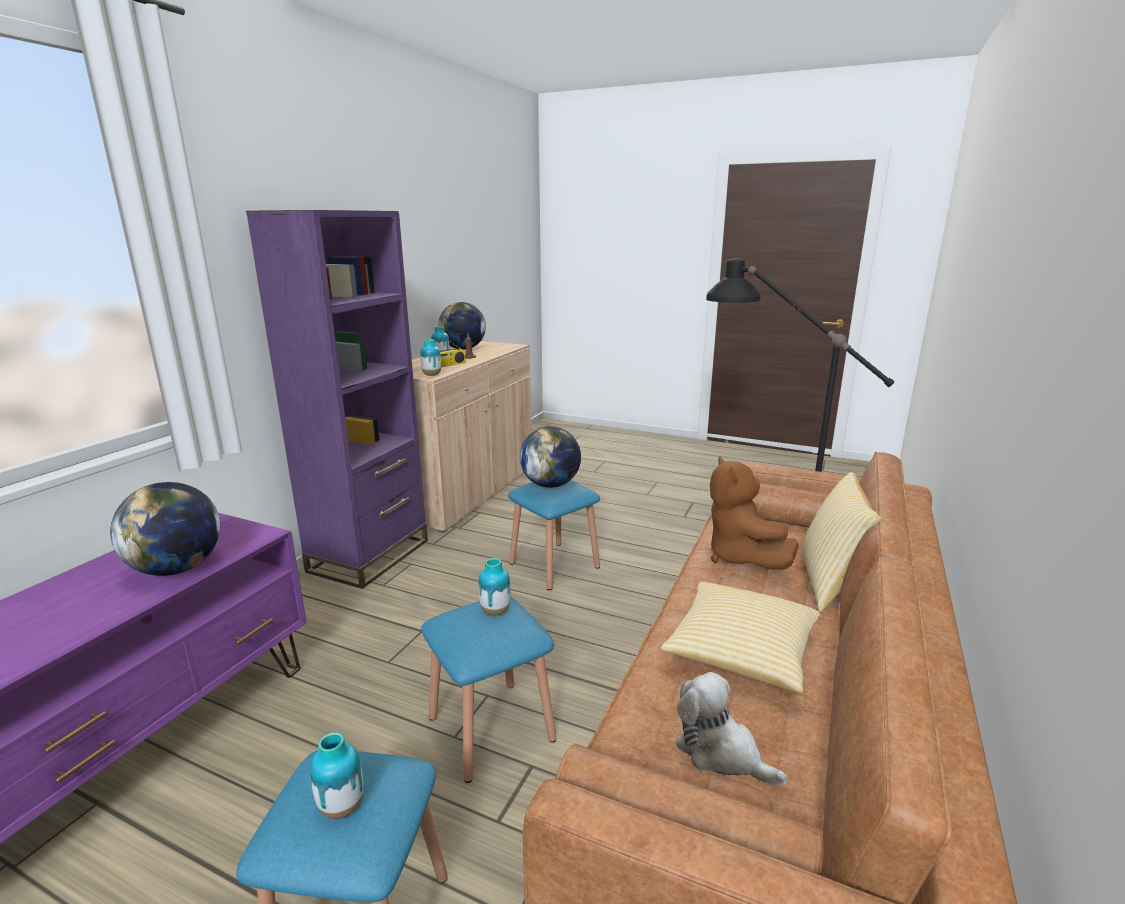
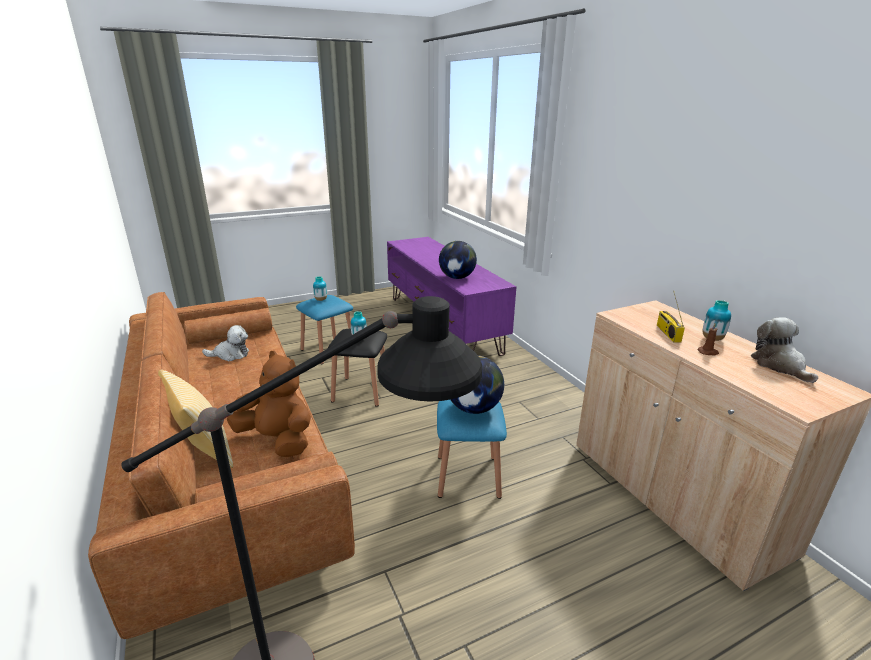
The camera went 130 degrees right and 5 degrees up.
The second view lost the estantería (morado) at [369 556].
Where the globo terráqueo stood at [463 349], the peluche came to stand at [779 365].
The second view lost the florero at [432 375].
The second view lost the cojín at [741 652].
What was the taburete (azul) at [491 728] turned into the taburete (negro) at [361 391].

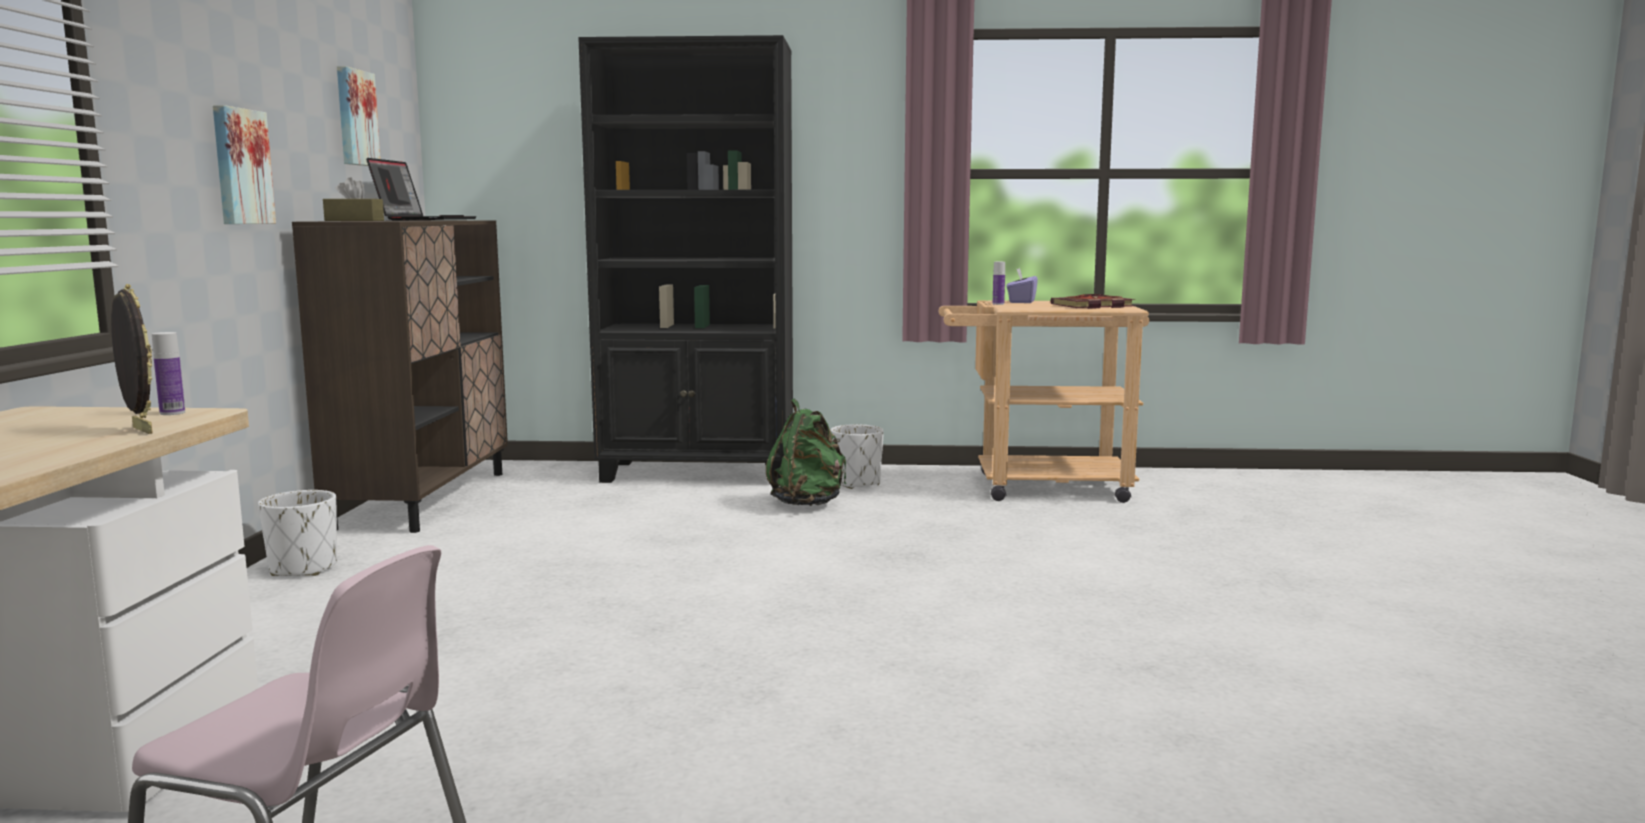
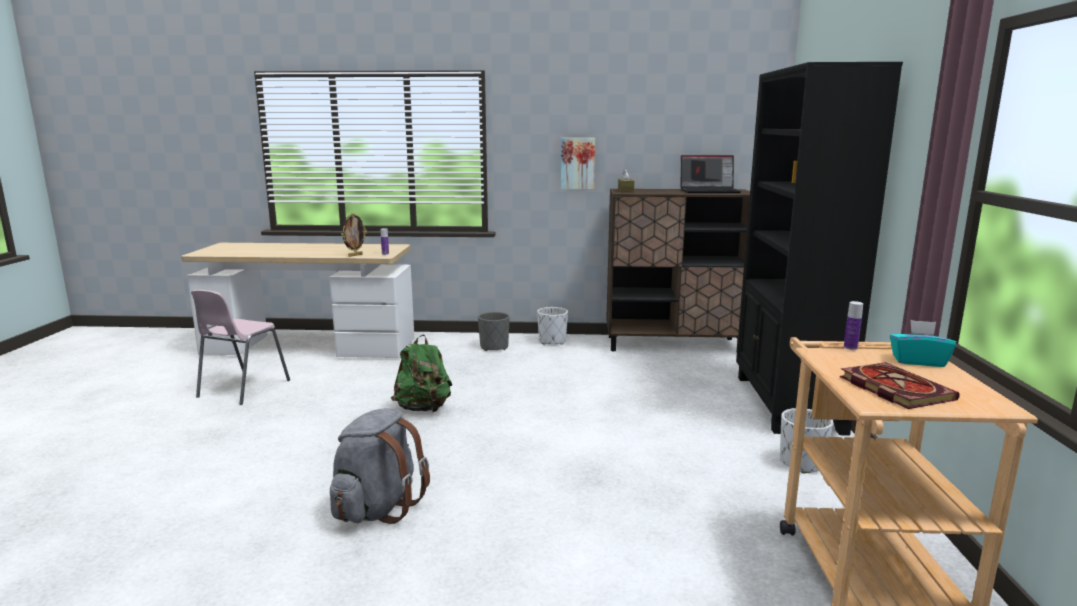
The camera went 90 degrees right and 5 degrees up.
The second view lost the cuadro at [355 118].
What was the caja de pañuelos (morado) at [1021 302] turned into the caja de pañuelos (turquesa) at [918 361].
The mochila (verde) ended up elsewhere, having gone from [808 504] to [423 409].
The second view gained the maceta (gris) at [494 347].
The second view gained the mochila (gris) at [378 508].

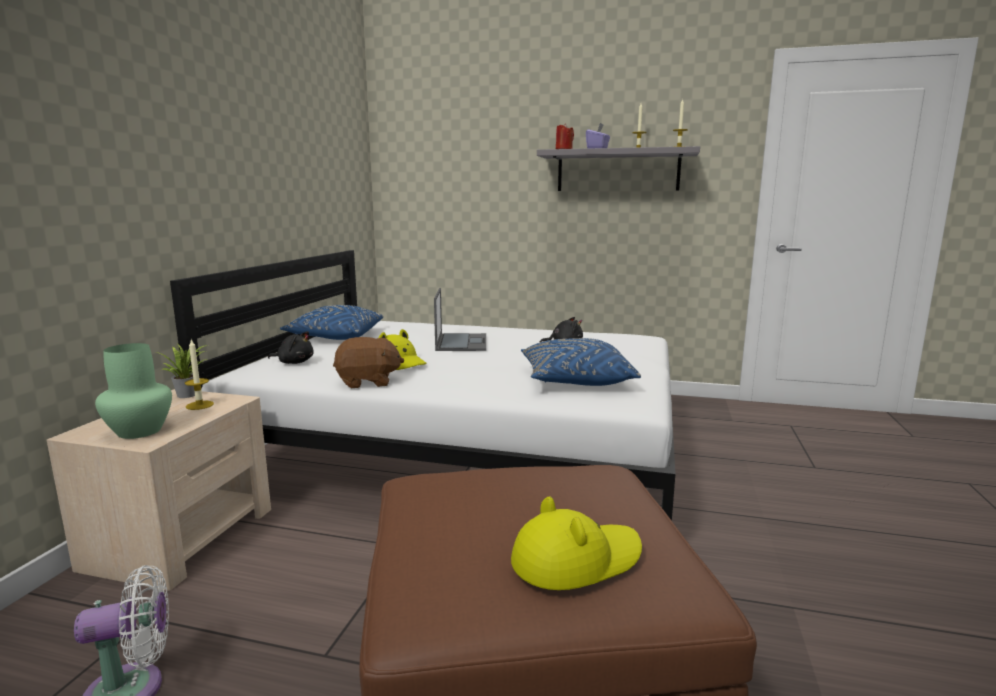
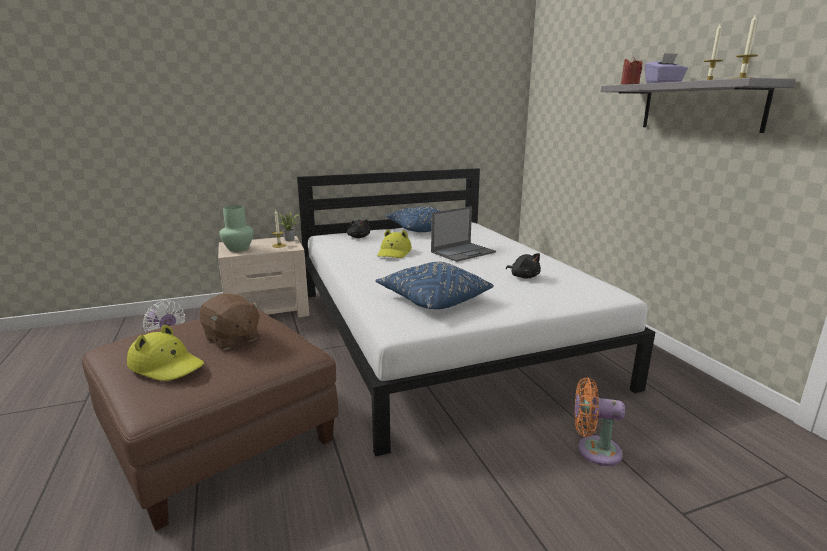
The camera went 55 degrees right and 5 degrees up.
The peluche (marrón) ended up elsewhere, having gone from [368 382] to [231 339].
The second view gained the ventilador (naranja) at [594 450].

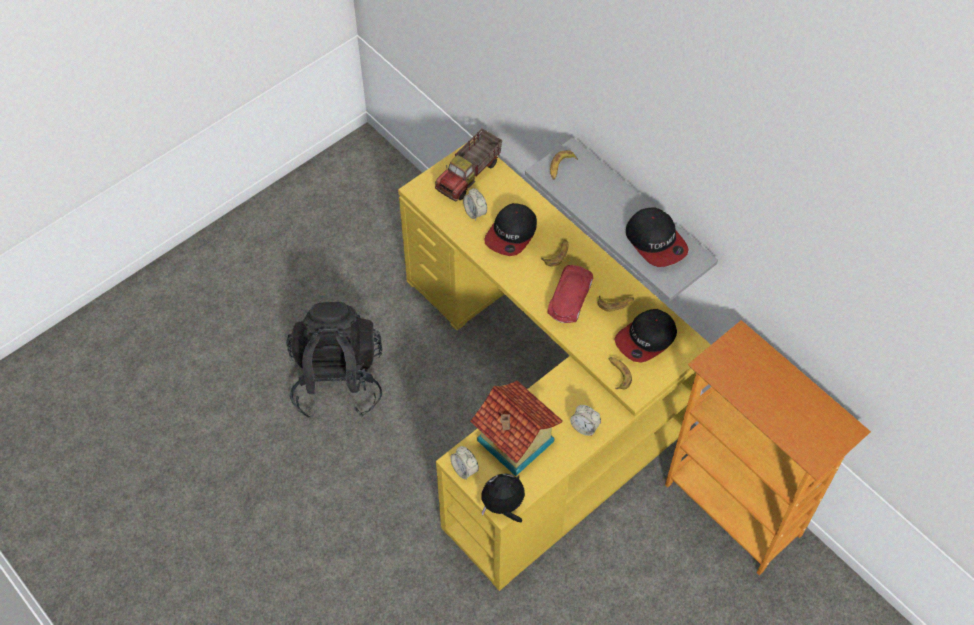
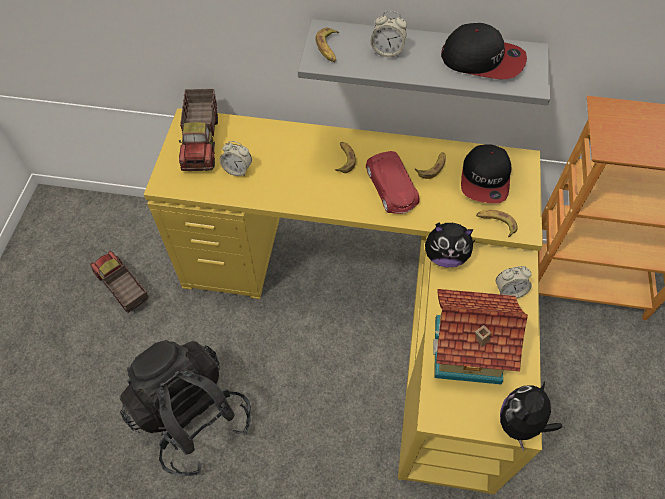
The camera went 40 degrees left and 0 degrees up.
The second view lost the gorra at [511 234].
The despertador ended up elsewhere, having gone from [464 469] to [387 51].
The second view gained the peluche at [445 256].
The second view gained the camión de juguete at [122 288].

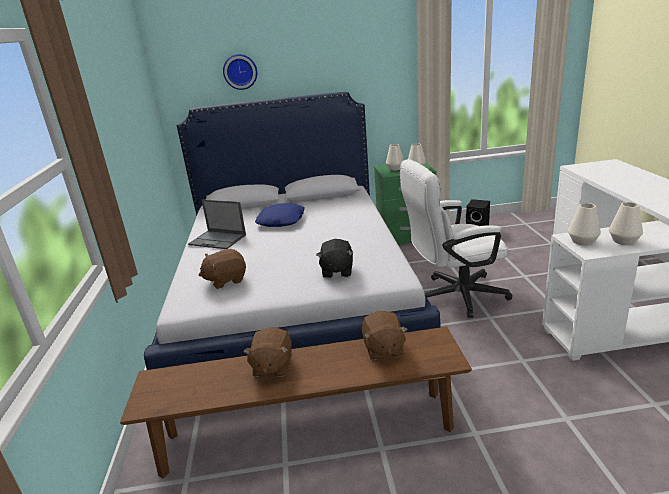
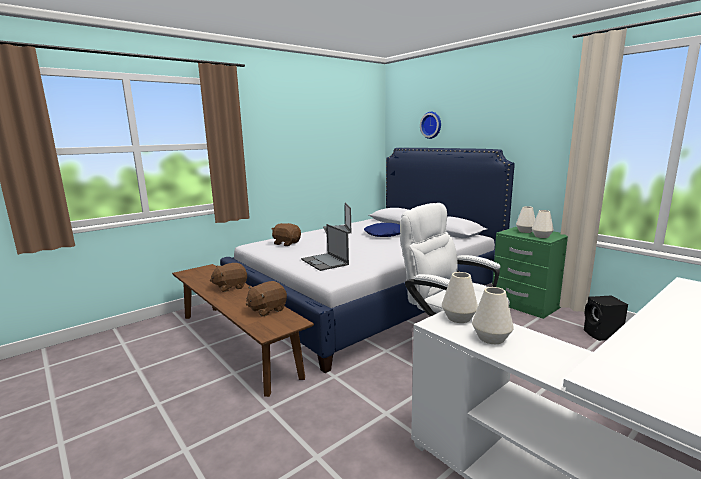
The camera went 55 degrees right and 10 degrees down.
Where the peluche (negro) stood at [337 271], the portátil came to stand at [325 262].

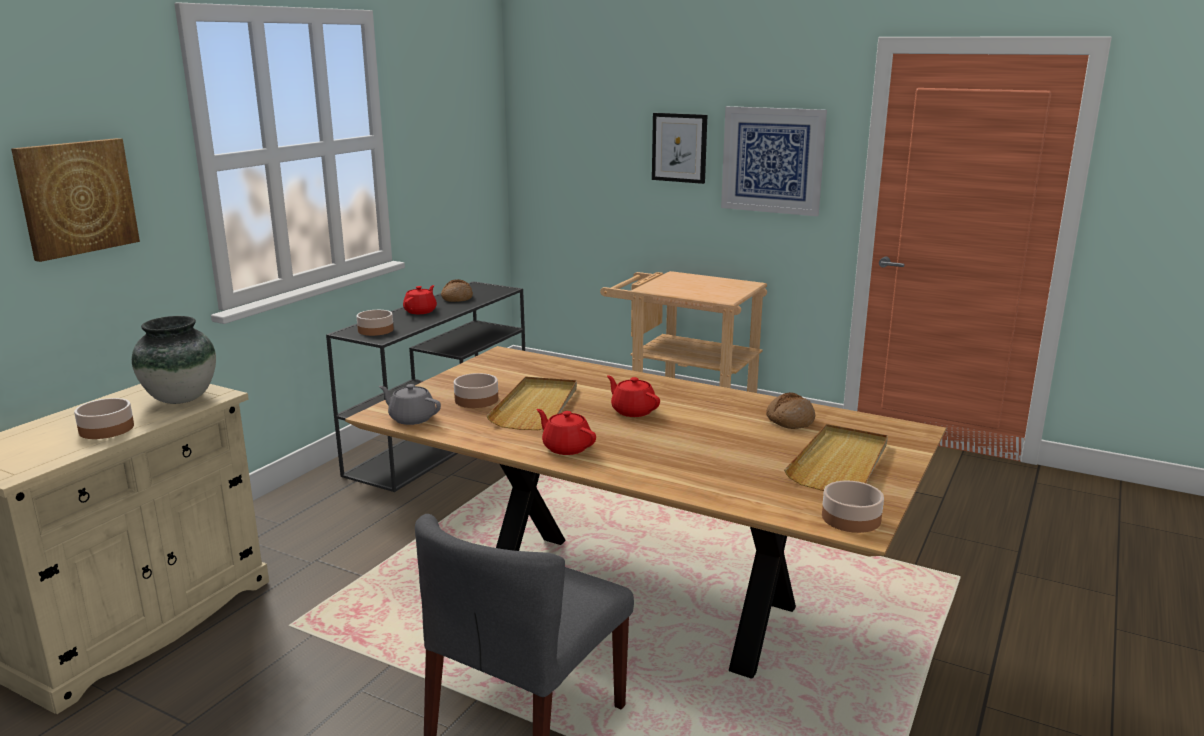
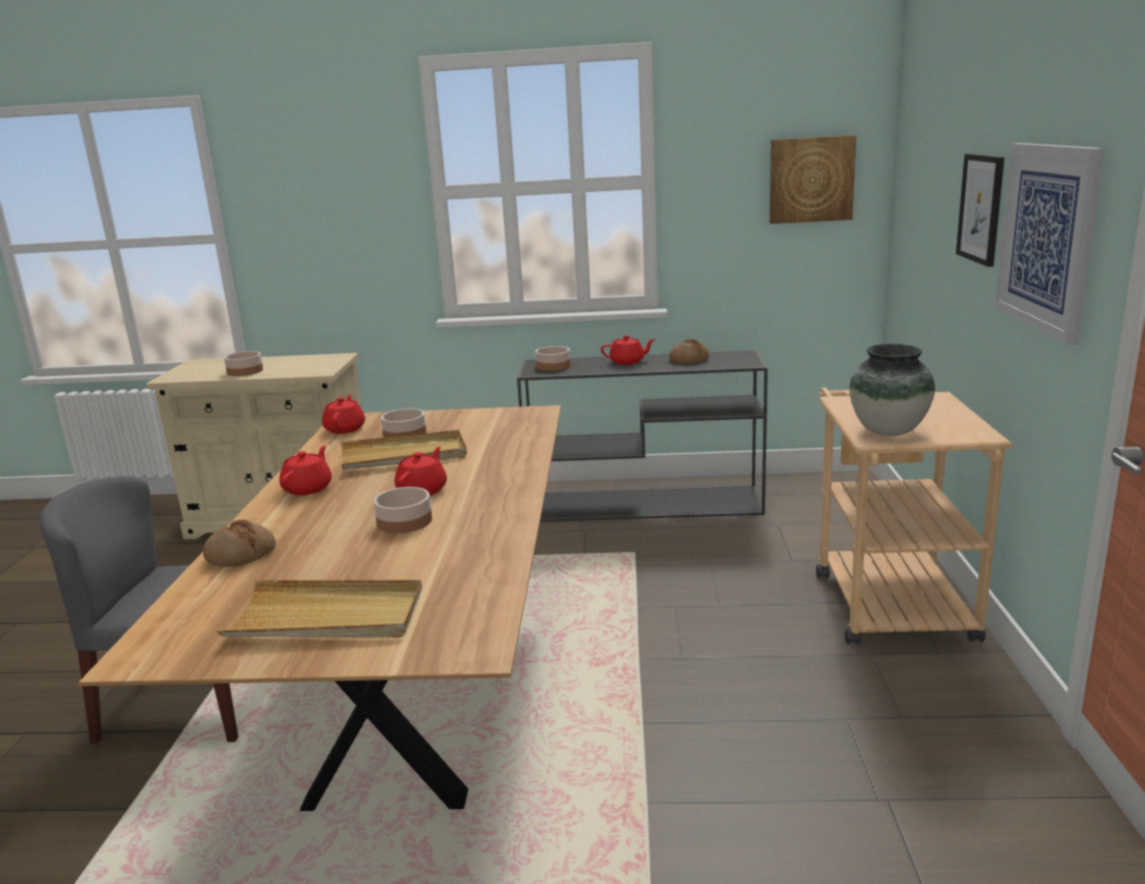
The camera went 65 degrees right and 0 degrees up.
The cuadro ended up elsewhere, having gone from [76 197] to [811 179].
The florero ended up elsewhere, having gone from [181 399] to [888 431].
What was the tetera (gris) at [411 418] turned into the tetera (rojo) at [345 429].
The pan ended up elsewhere, having gone from [789 420] to [241 555].
The cuenco ended up elsewhere, having gone from [851 518] to [405 521].

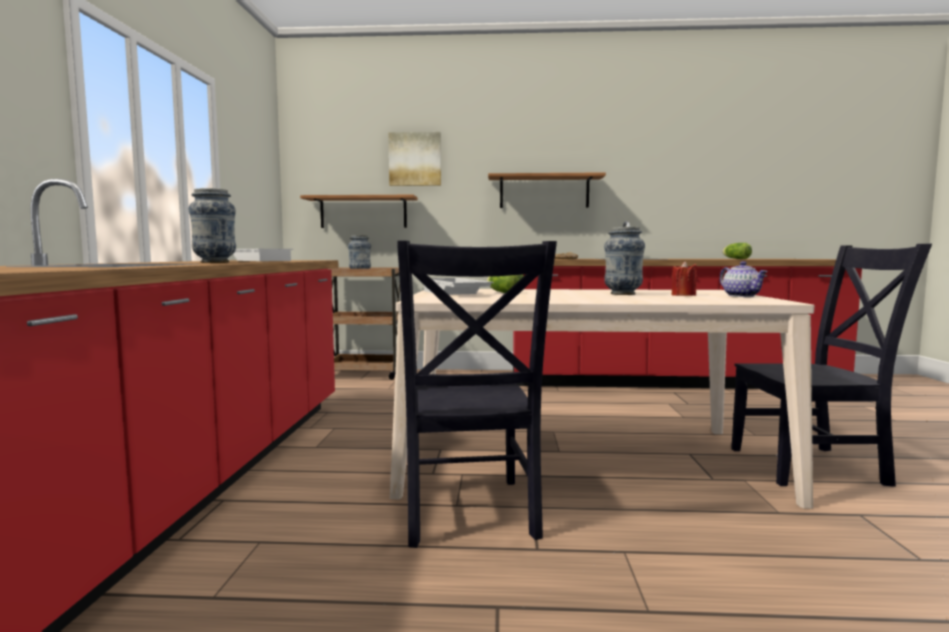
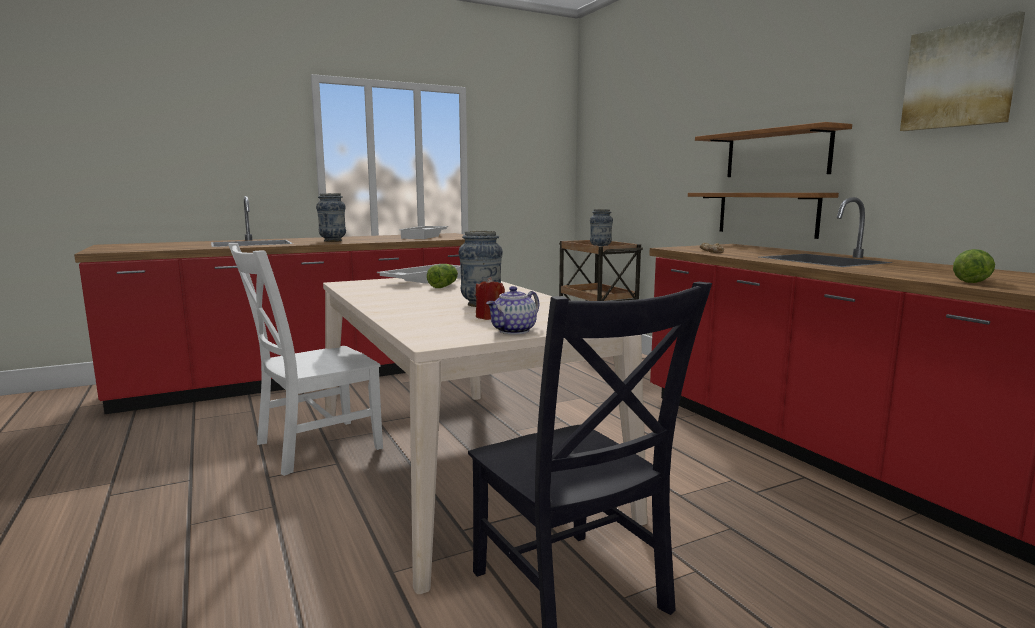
The camera went 60 degrees right and 5 degrees up.
The cuadro ended up elsewhere, having gone from [415 159] to [960 76].
The estante ended up elsewhere, having gone from [363 212] to [767 213].
What was the silla (negro) at [468 514] turned into the silla (blanco) at [313 447].

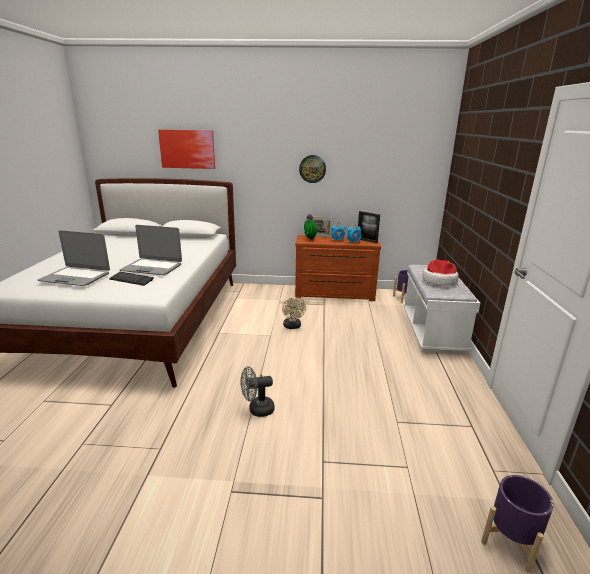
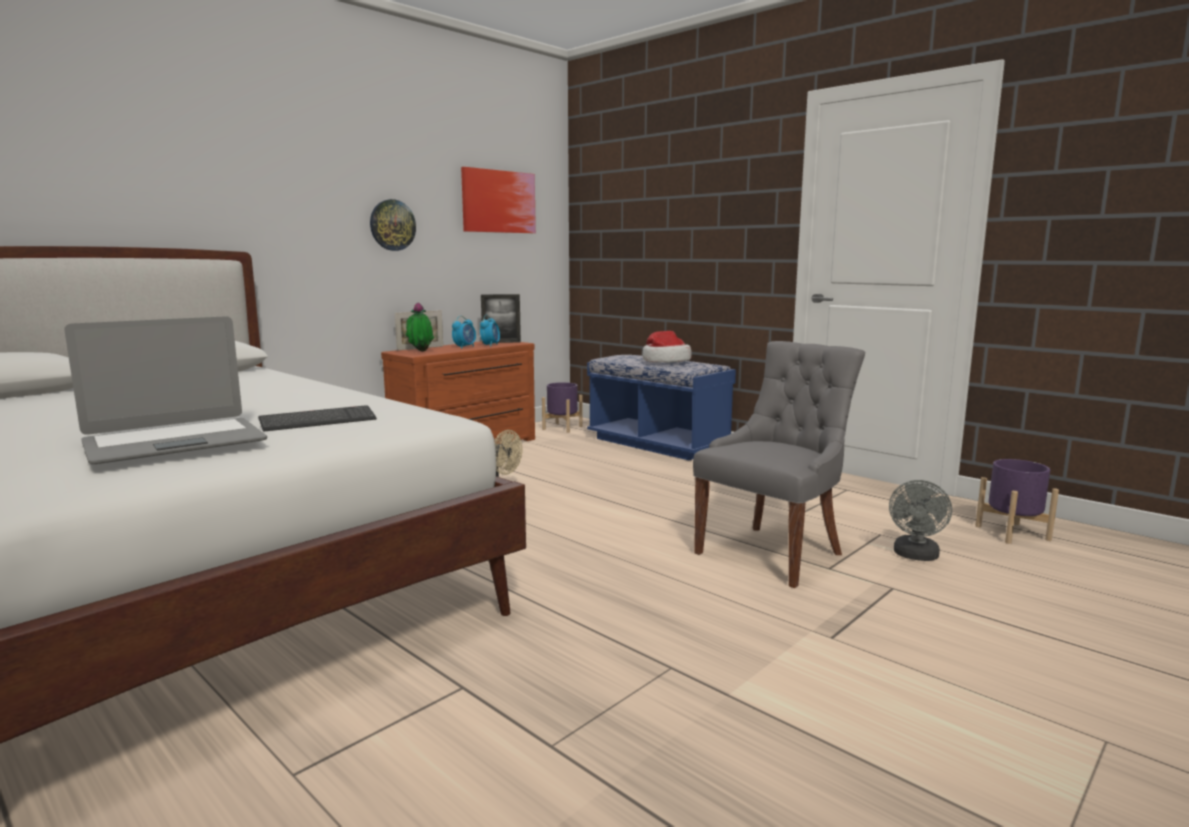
The camera went 50 degrees left and 10 degrees down.
The cuadro ended up elsewhere, having gone from [187 149] to [498 201].
The second view lost the portátil at [152 268].
What was the banco (blanco) at [432 331] turned into the banco (azul) at [657 444].
The ventilador (gris) ended up elsewhere, having gone from [257 409] to [915 556].
The second view gained the silla (gris) at [772 553].

